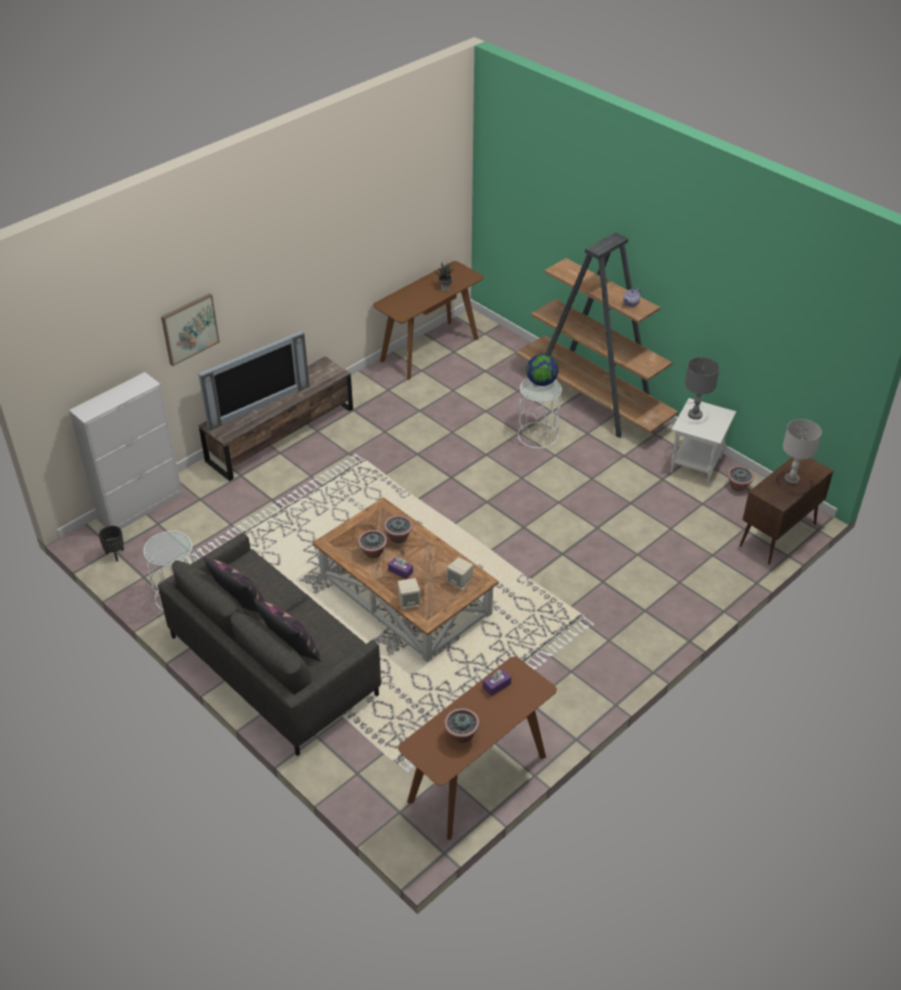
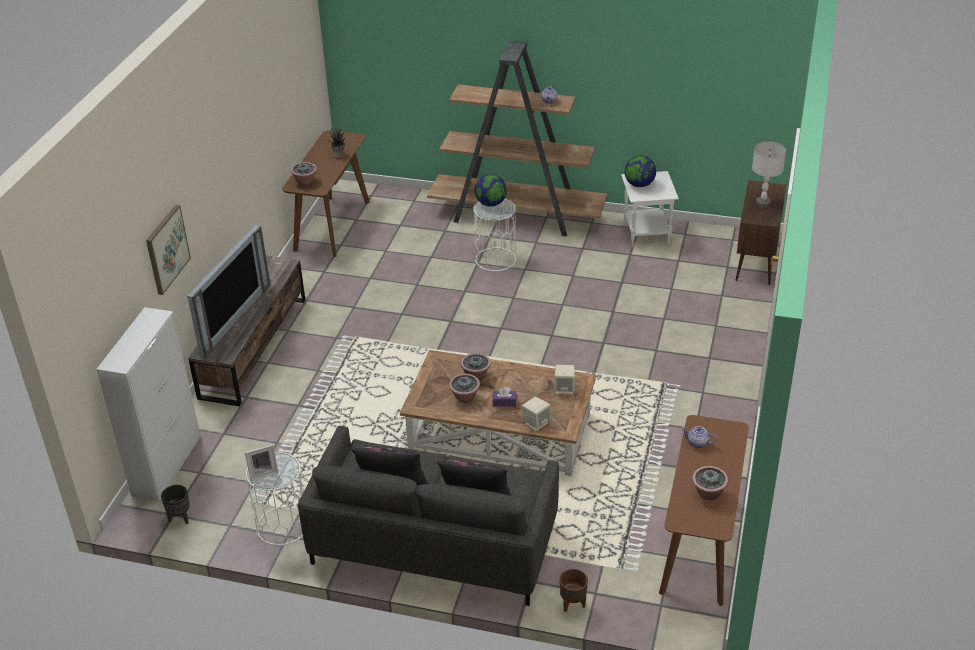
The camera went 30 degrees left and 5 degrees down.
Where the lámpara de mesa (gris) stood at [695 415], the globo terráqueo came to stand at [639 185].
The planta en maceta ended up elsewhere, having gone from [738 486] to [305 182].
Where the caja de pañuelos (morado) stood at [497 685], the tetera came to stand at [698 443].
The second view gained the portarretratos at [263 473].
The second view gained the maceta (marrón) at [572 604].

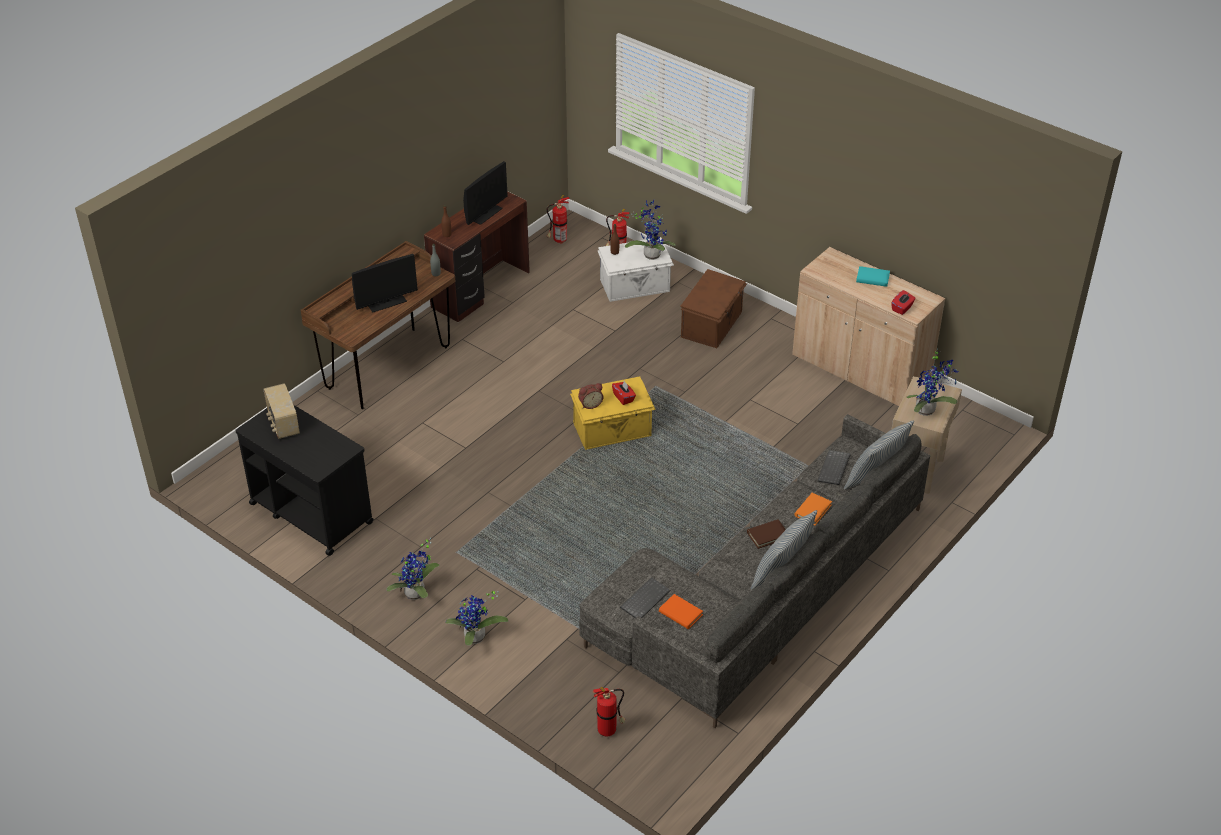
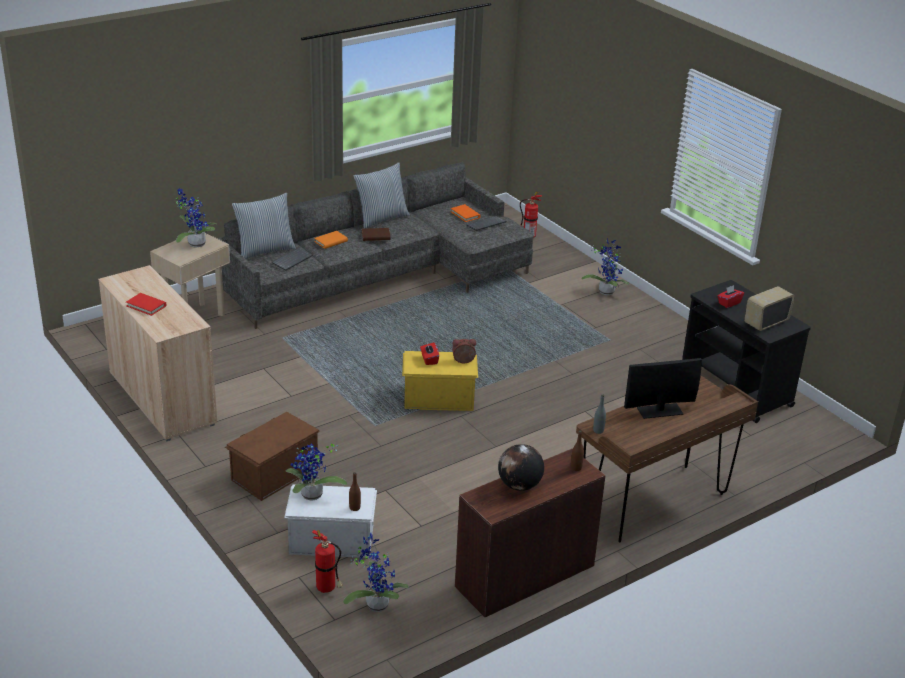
The camera went 165 degrees left and 10 degrees down.
Where the monitor stood at [485 213], the globo terráqueo came to stand at [519 486].
The second view lost the extintor at [558 241].
What was the libro (turquesa) at [872 278] turned into the libro (rojo) at [146 306].
The caja de pañuelos (rojo) ended up elsewhere, having gone from [902 308] to [729 303].
The radio at [283 424] ended up facing another way, 120 degrees counterclockwise from before.
The planta en maceta ended up elsewhere, having gone from [416 595] to [375 603].

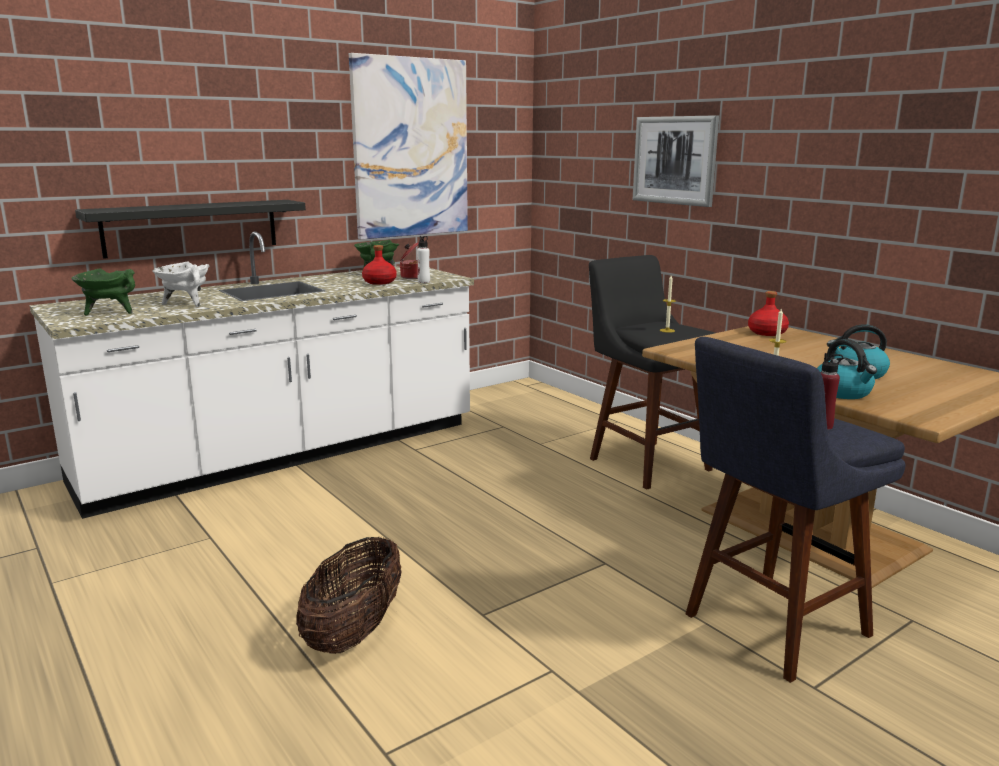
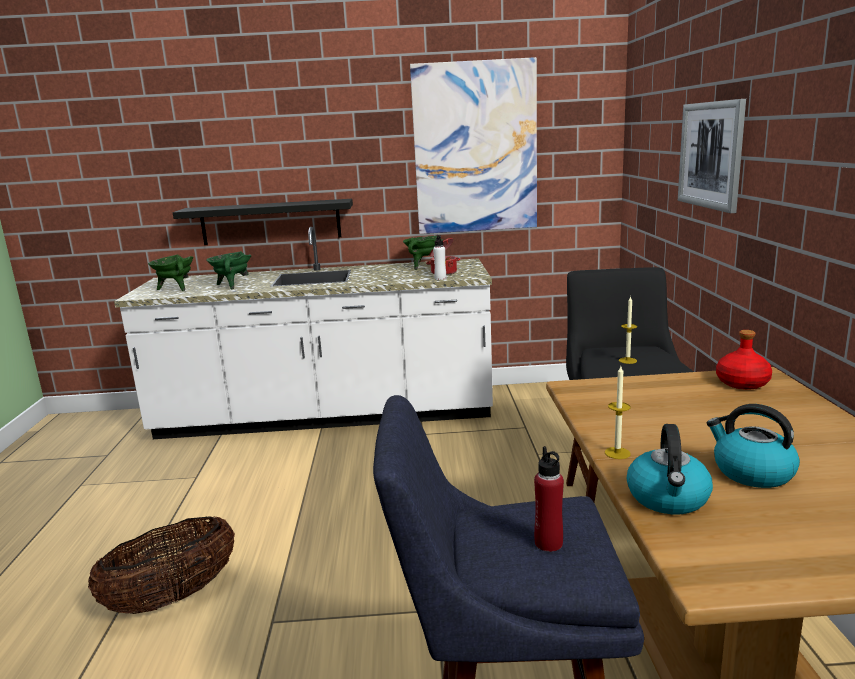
The camera went 35 degrees right and 0 degrees up.
The second view lost the botella (rojo) at [379 282].
What was the olla (blanco) at [186 303] turned into the olla (verde) at [232 285].

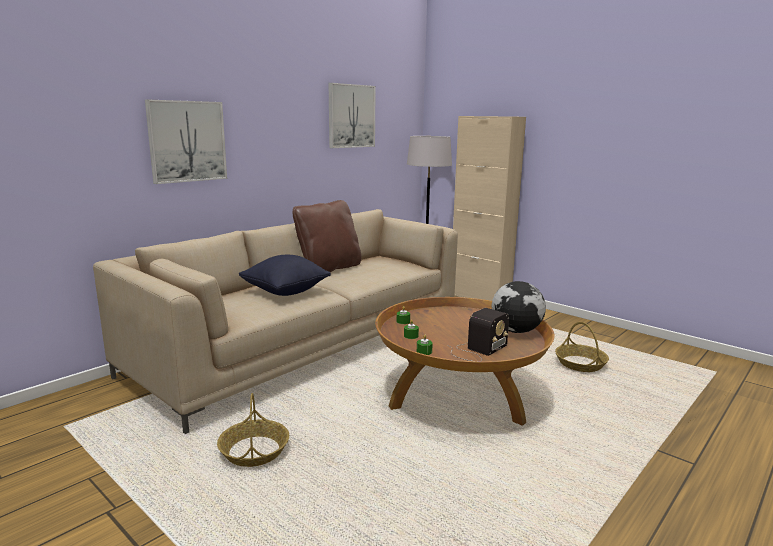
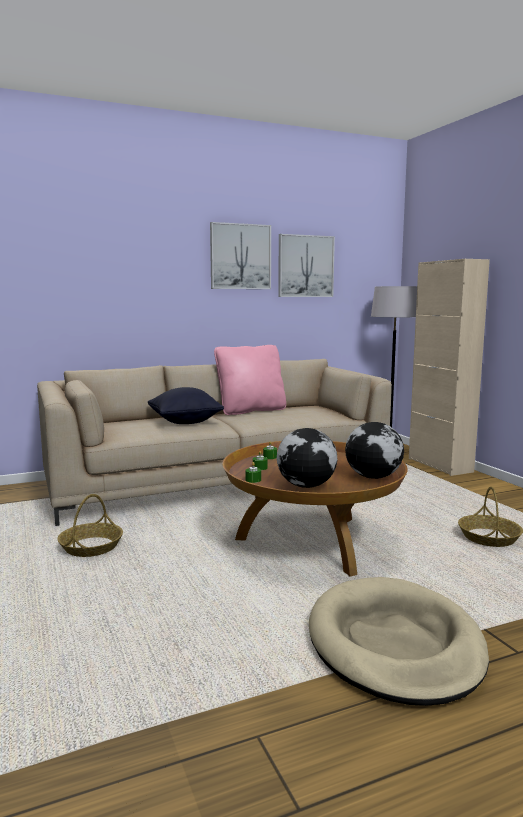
The camera went 25 degrees right and 5 degrees down.
The cuadro ended up elsewhere, having gone from [187 141] to [240 256].
What was the cojín (marrón) at [329 269] turned into the cojín (rosa) at [251 410].
Where the radio stood at [477 350], the globo terráqueo came to stand at [306 486].
The second view gained the cama para perro (beis) at [394 644].

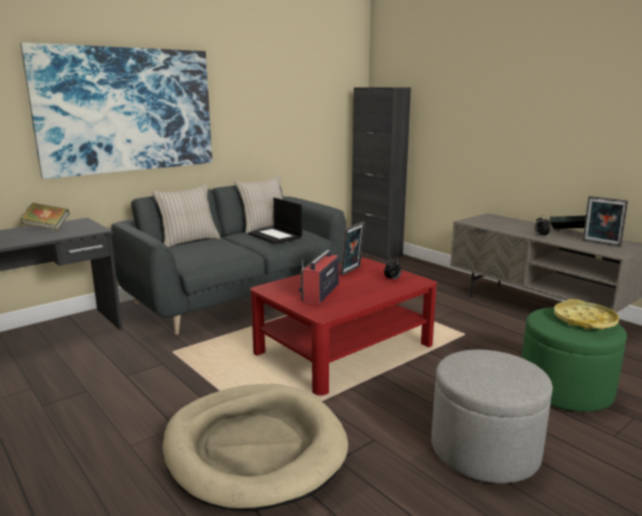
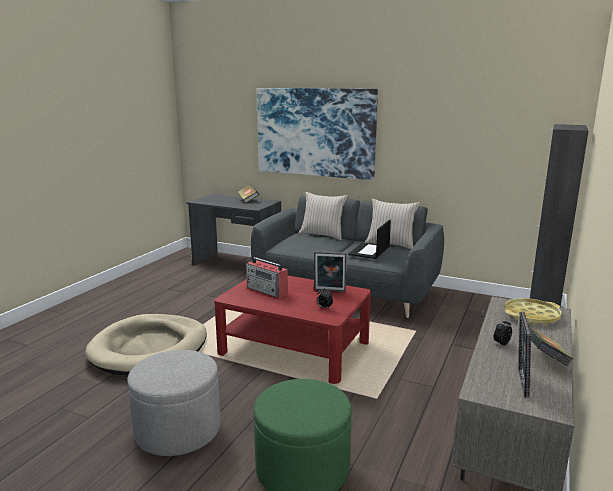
The camera went 65 degrees right and 0 degrees up.
The radio at [320 293] ended up facing another way, 135 degrees counterclockwise from before.
The bandeja (amarillo) ended up elsewhere, having gone from [584 320] to [531 315].

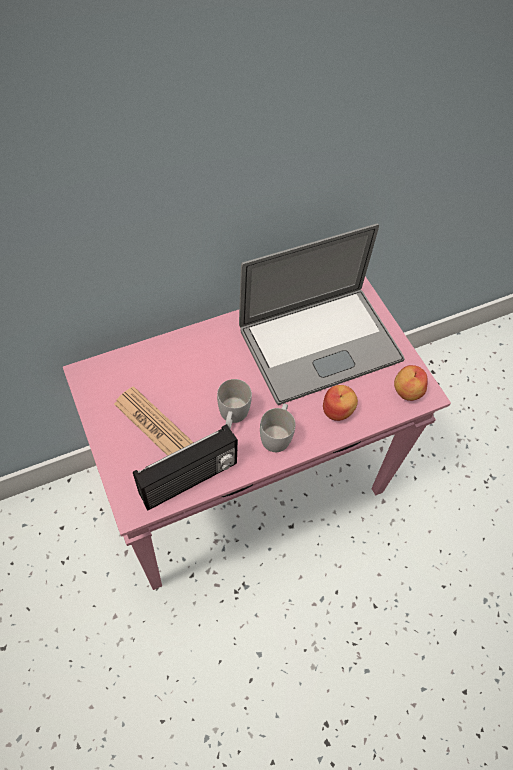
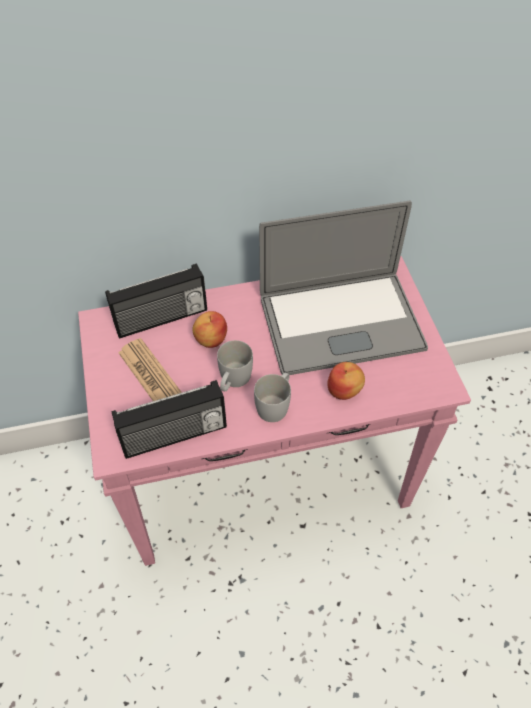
The camera went 15 degrees right and 5 degrees down.
The manzana ended up elsewhere, having gone from [406 391] to [211 339].
The second view gained the radio at [161 319].

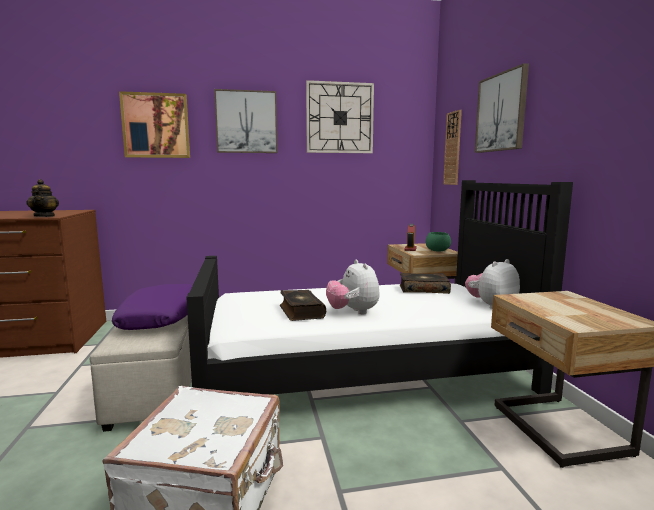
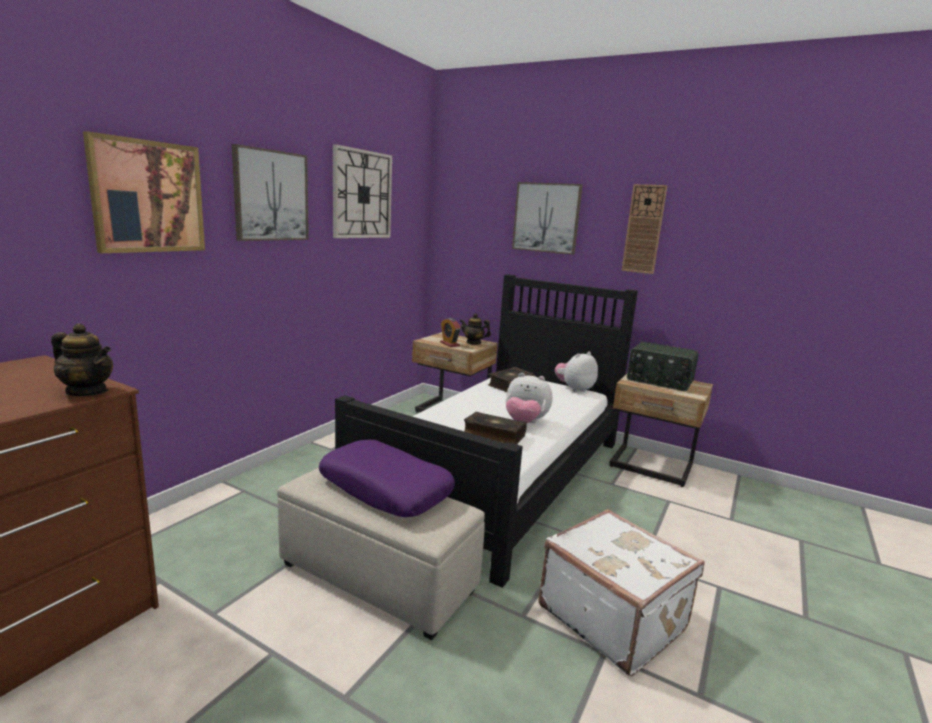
The camera went 50 degrees left and 5 degrees up.
The reloj de pared ended up elsewhere, having gone from [453 148] to [644 229].
Where the cuenco (verde) stood at [437 251], the tetera came to stand at [473 343].
The peluche at [491 306] ended up facing another way, 45 degrees clockwise from before.
The second view gained the radio at [659 381].

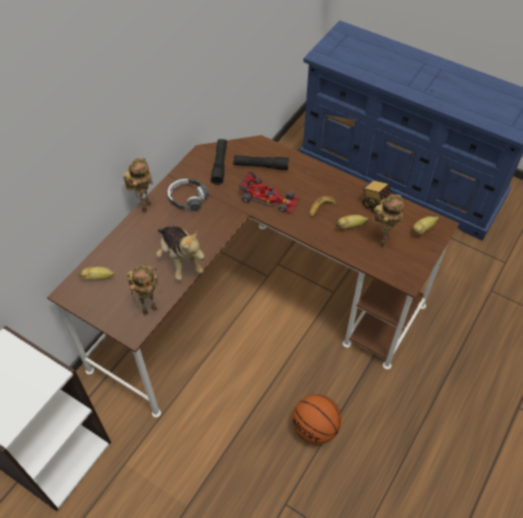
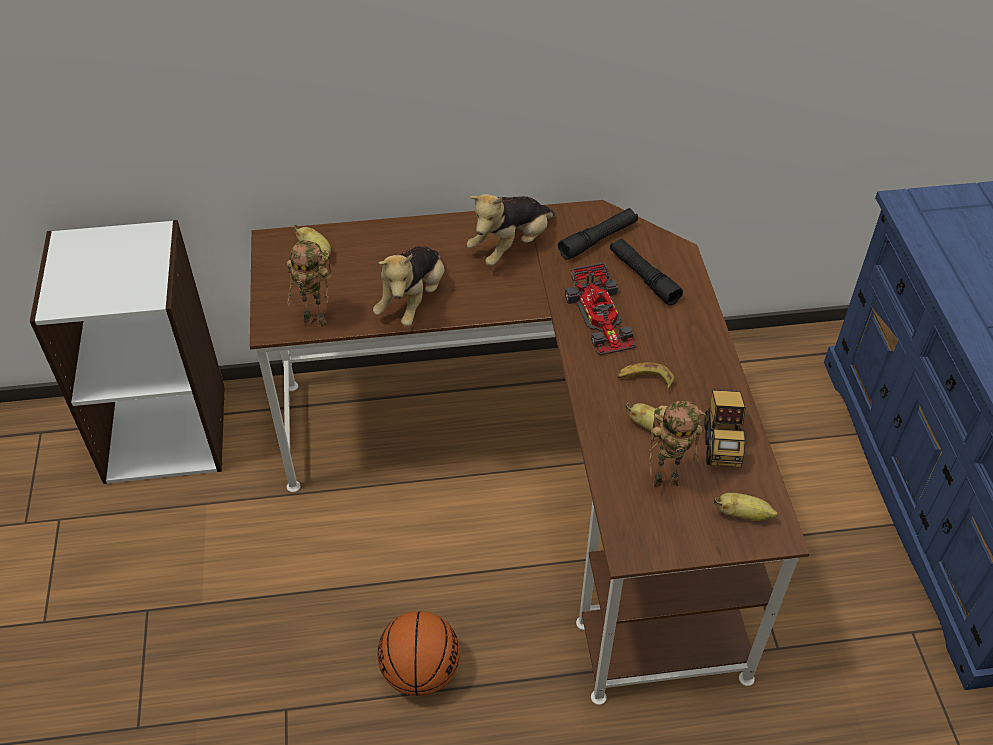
The camera went 50 degrees right and 5 degrees down.
The second view lost the robot de juguete at [145 206].
Where the auriculares stood at [187 198], the peluche came to stand at [511 246].

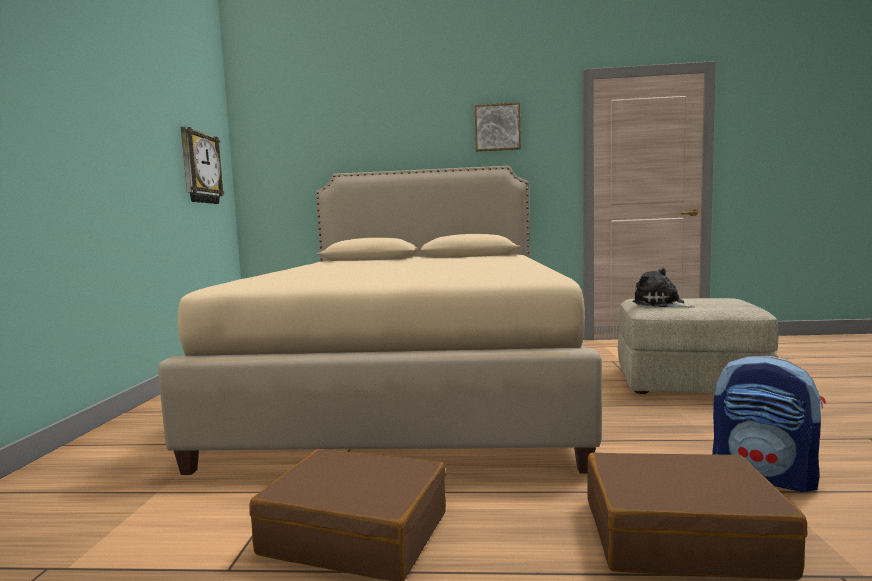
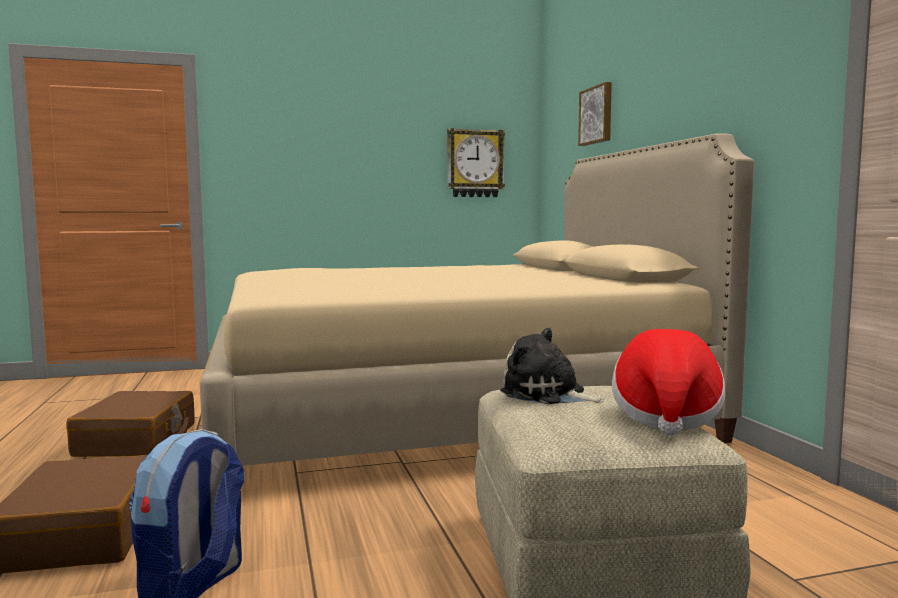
The camera went 70 degrees right and 0 degrees up.
The cuadro ended up elsewhere, having gone from [497 127] to [597 115].
The peluche at [660 304] ended up facing another way, 90 degrees counterclockwise from before.
The second view gained the sombrero at [666 417].

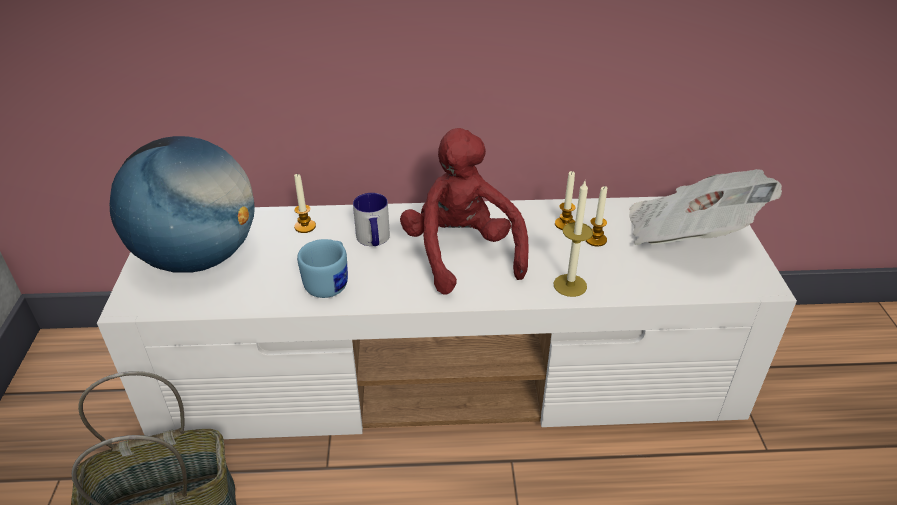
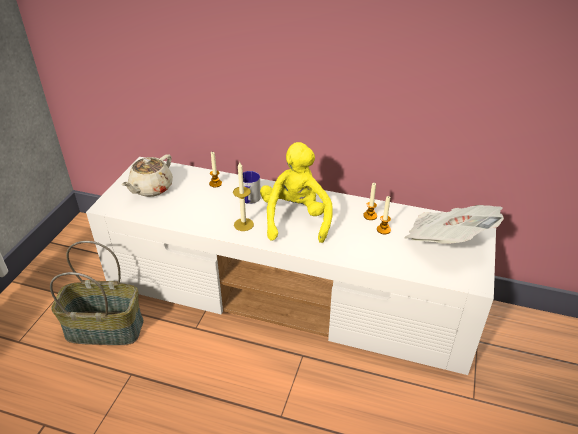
The camera went 20 degrees right and 0 degrees up.
What was the peluche (rojo) at [461 253] turned into the peluche (amarillo) at [296 219].
Where the globo terráqueo stood at [199 257], the tetera (beis) came to stand at [151 188].
The vela ended up elsewhere, having gone from [570 285] to [243 224].
The second view lost the taza grande (azul) at [330 282].

